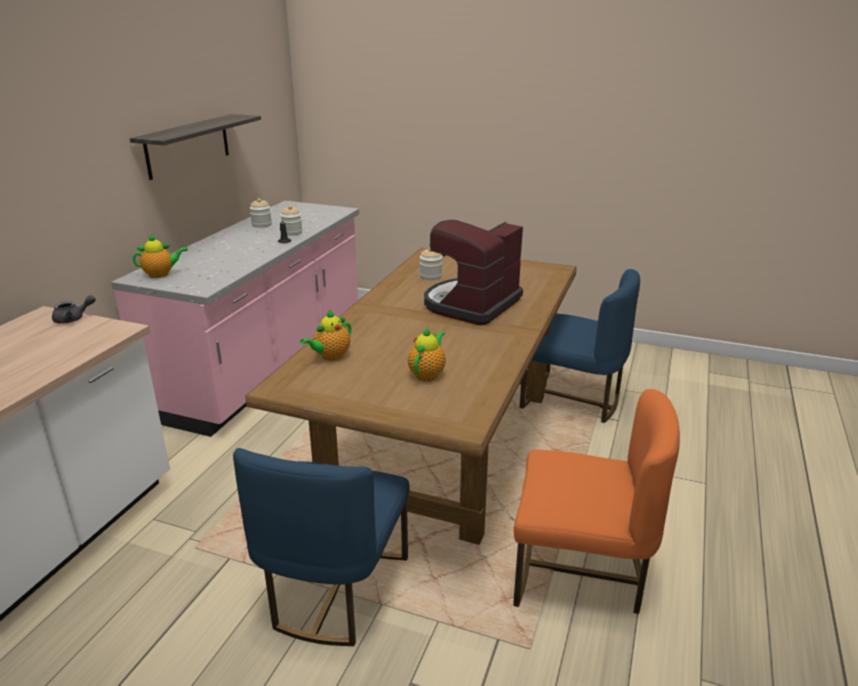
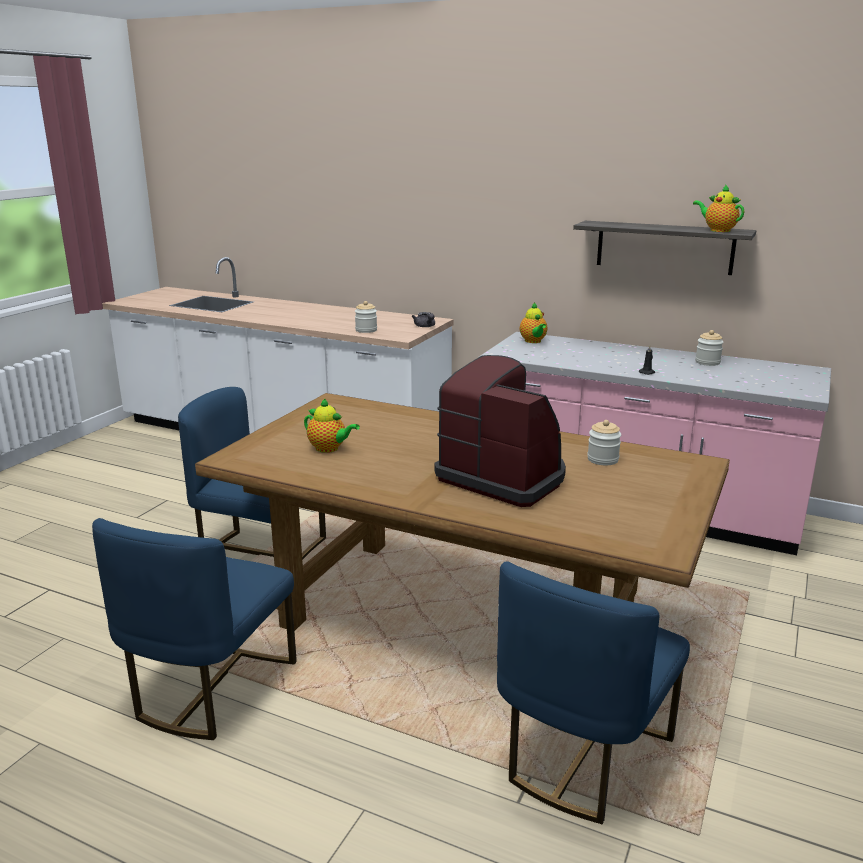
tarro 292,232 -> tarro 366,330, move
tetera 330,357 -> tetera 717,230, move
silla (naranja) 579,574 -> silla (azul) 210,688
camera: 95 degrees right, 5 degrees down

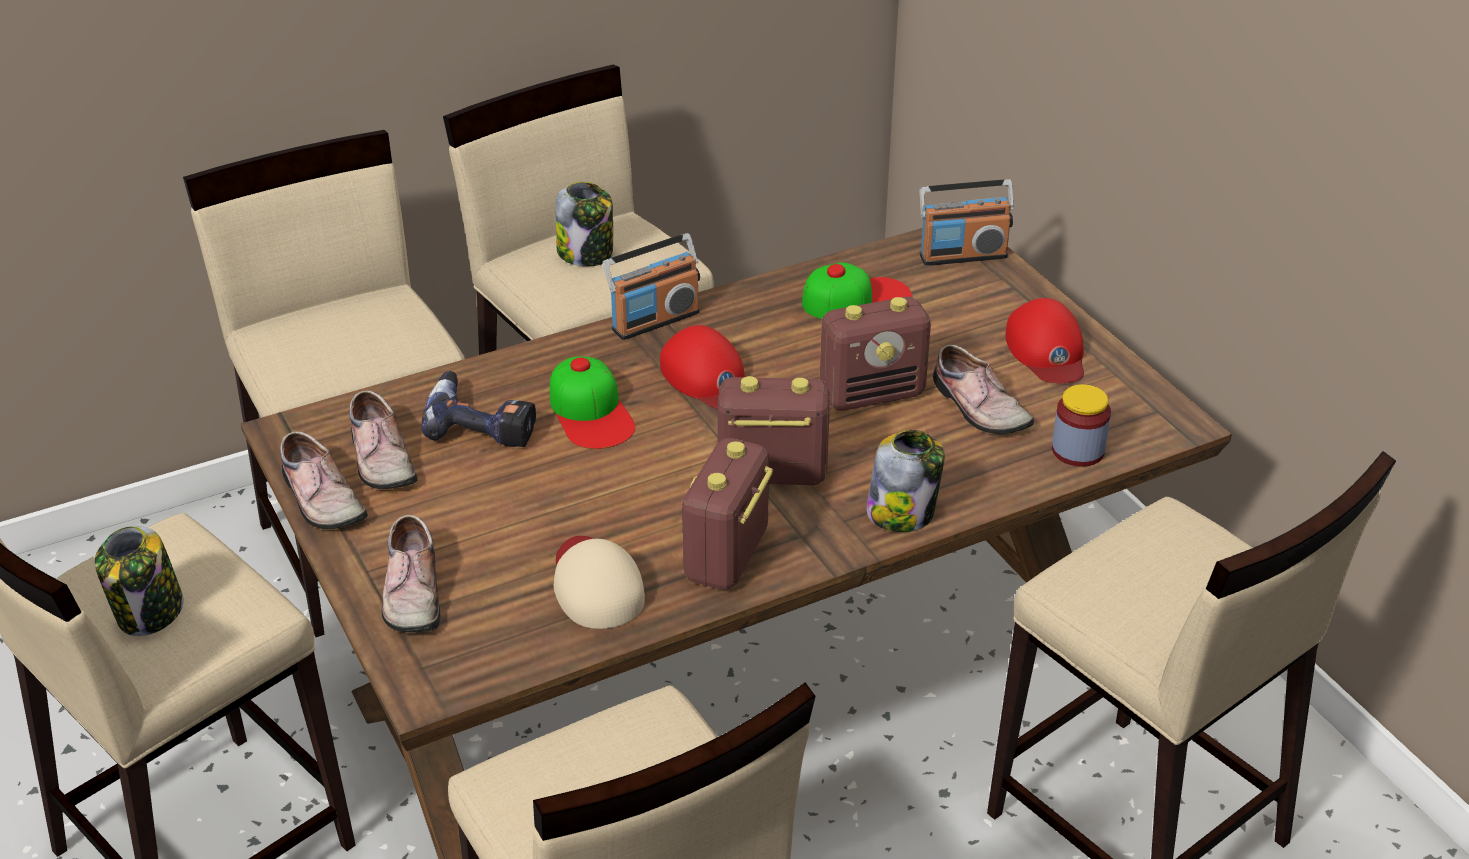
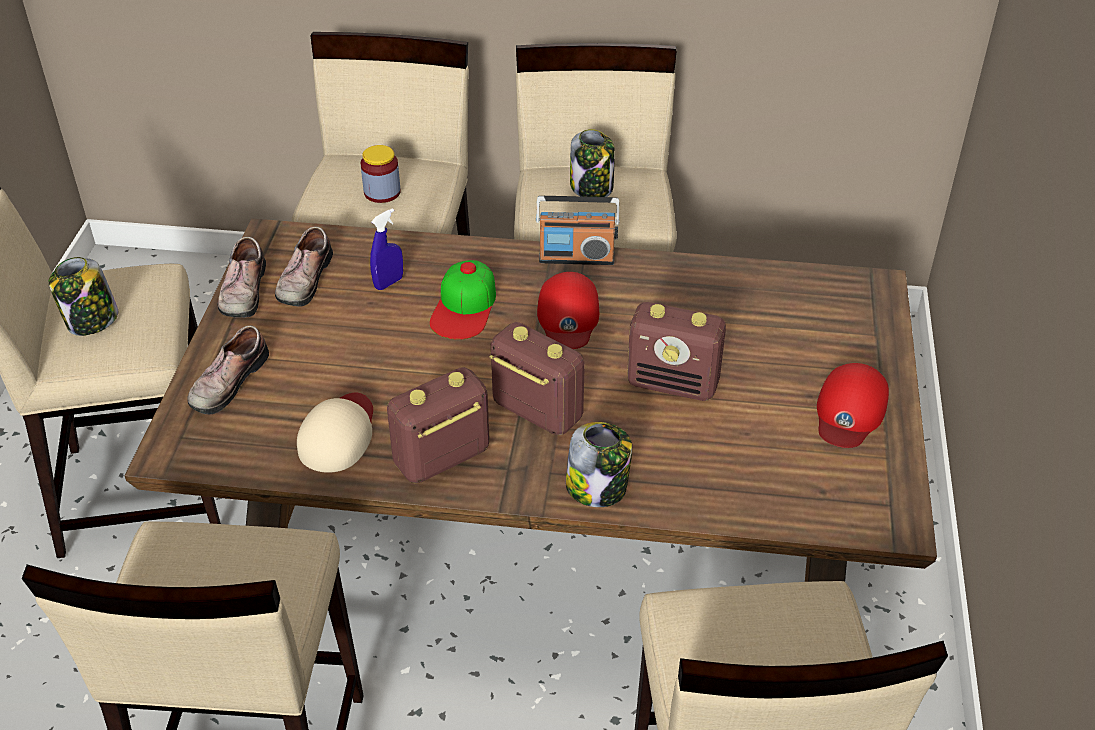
gorra 856,299 -> none
radio 962,255 -> none
zapato 977,407 -> none
tarro 1078,450 -> tarro 382,192, move
taladro 482,423 -> pulverizador (azul) 388,283
camera: 35 degrees right, 5 degrees up

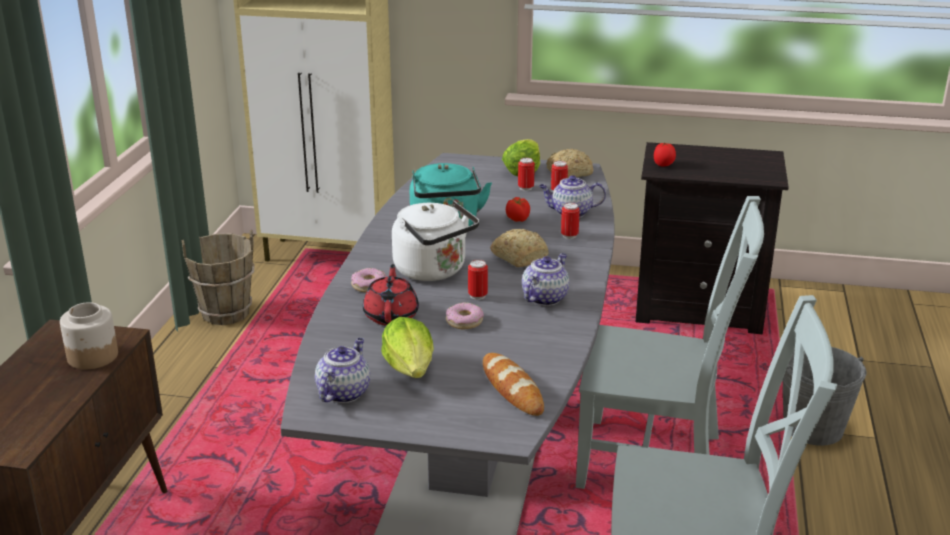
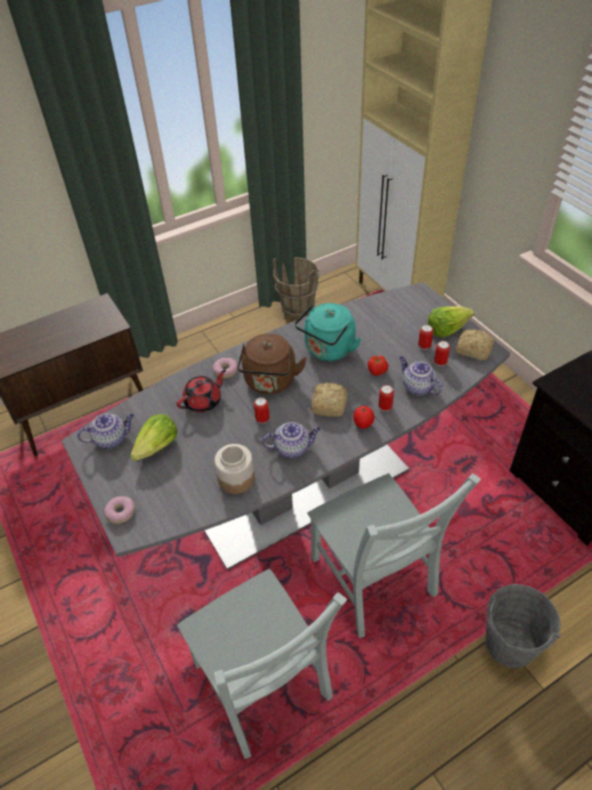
pan 512,388 -> none
tarro 92,356 -> tarro 236,478, move
rosquilla 464,321 -> rosquilla 120,512, move
tomate 663,165 -> tomate 363,424, move
hervidor (blanco) 433,271 -> hervidor (marrón) 270,382
camera: 50 degrees right, 20 degrees up

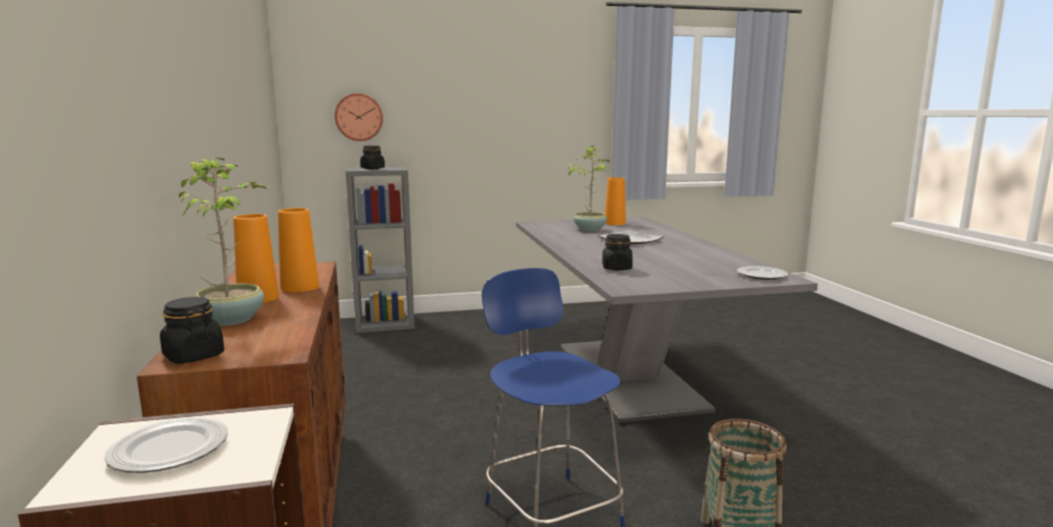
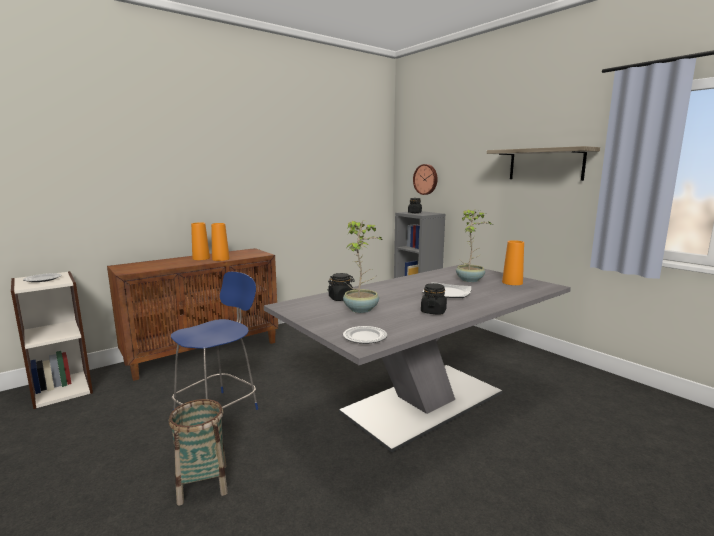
none -> estante 545,164
tarro (negro) 193,356 -> tarro (negro) 433,311, move
planta en maceta 232,319 -> planta en maceta 362,309, move
camera: 65 degrees right, 0 degrees up

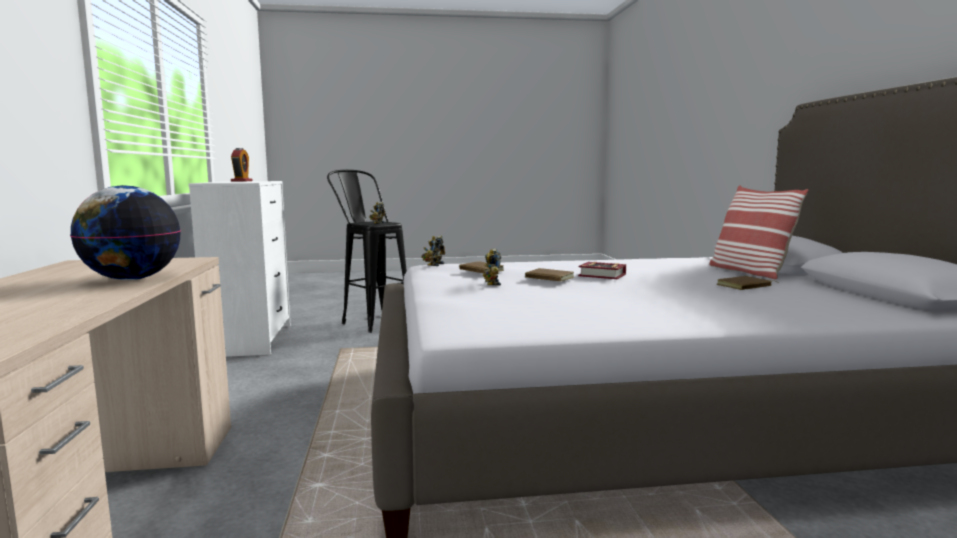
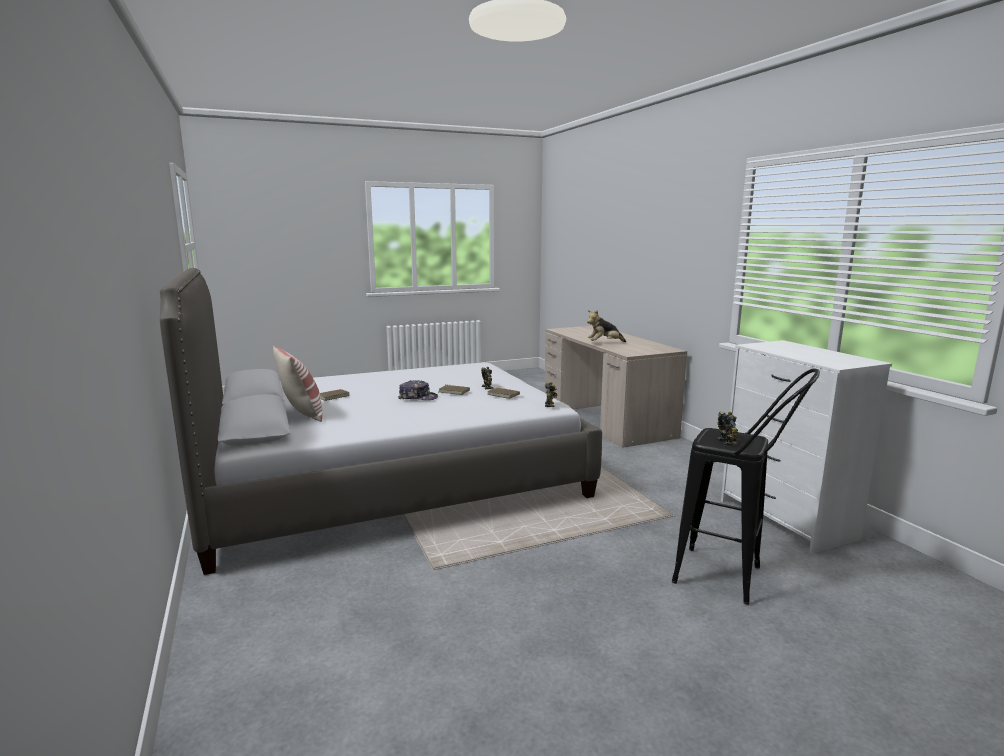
despertador 241,181 -> none
globo terráqueo 132,279 -> peluche 604,343
libro 603,276 -> gorra 418,397
camera: 165 degrees right, 5 degrees up

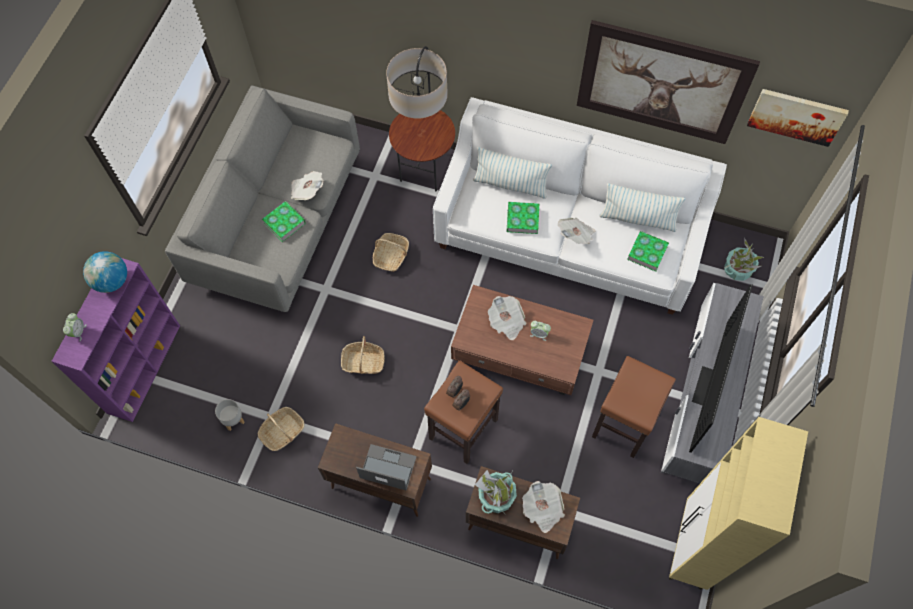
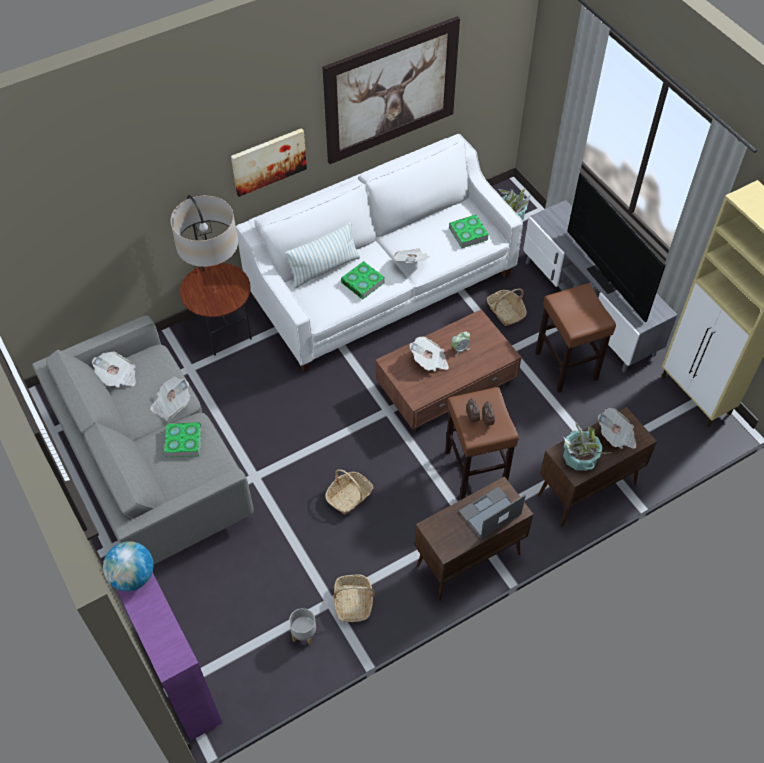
despertador 78,332 -> none
cojín 638,219 -> none
none -> periódico 117,377
cesta 391,256 -> cesta 505,312, move
cuadro 796,116 -> cuadro 268,161, move
camera: 50 degrees left, 10 degrees down

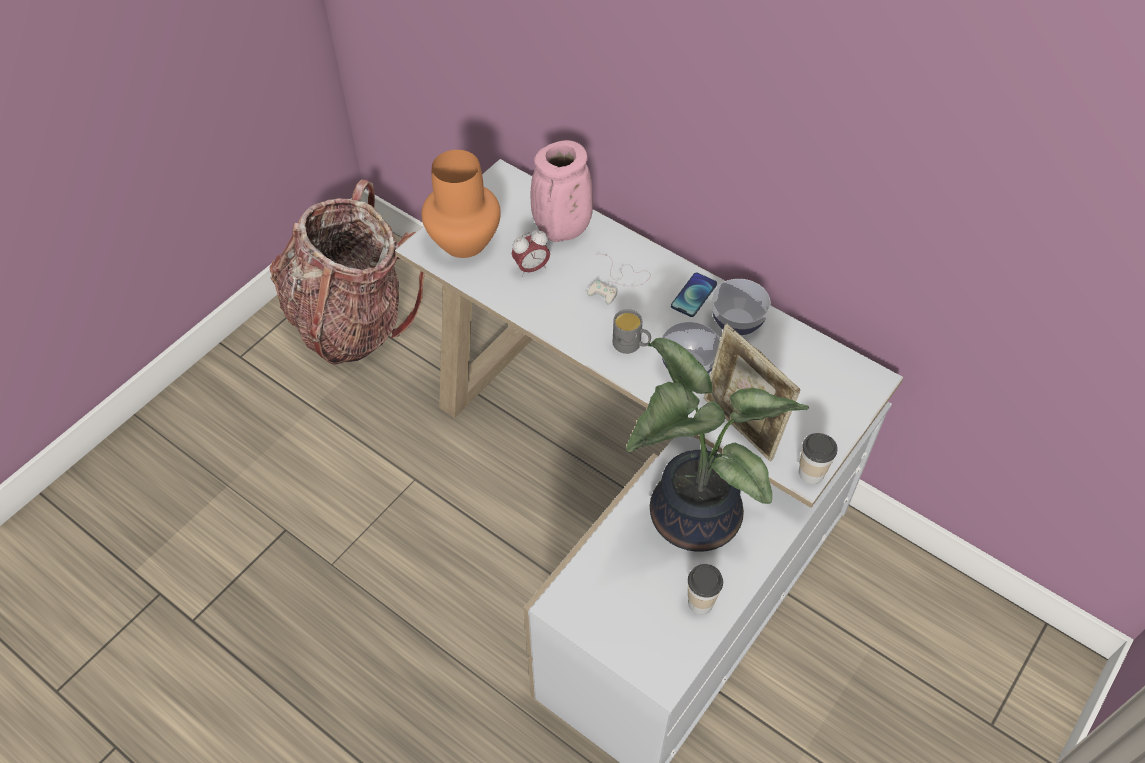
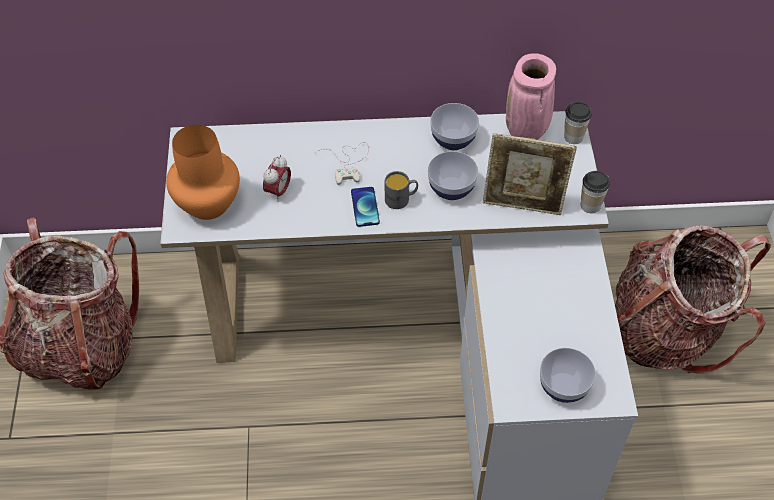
planta en maceta 688,514 -> none
none -> cuenco 563,387
none -> mochila 667,330
florero (rosa) 562,232 -> florero (rosa) 526,133, move
móvil 693,295 -> móvil 365,207, move
taza 700,601 -> taza 573,137, move
camera: 40 degrees left, 0 degrees up

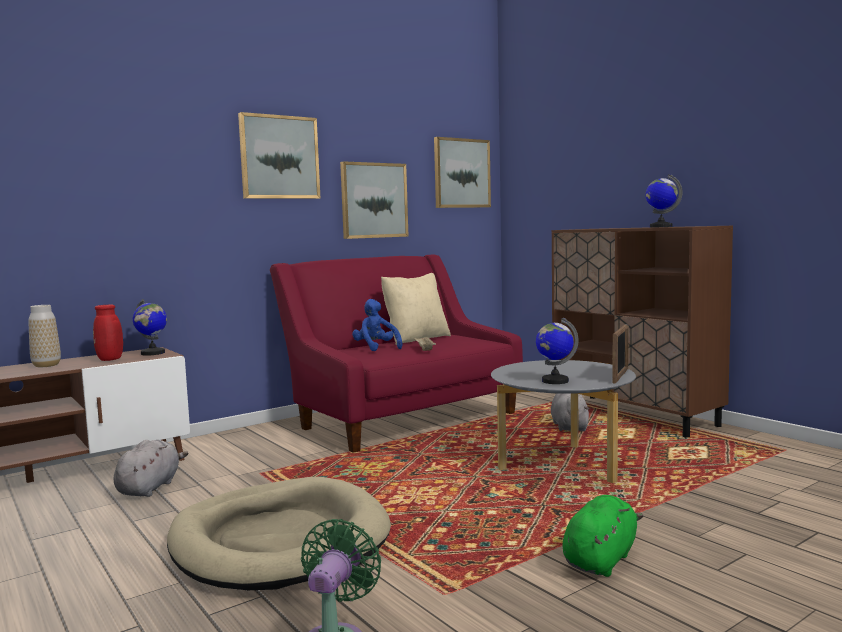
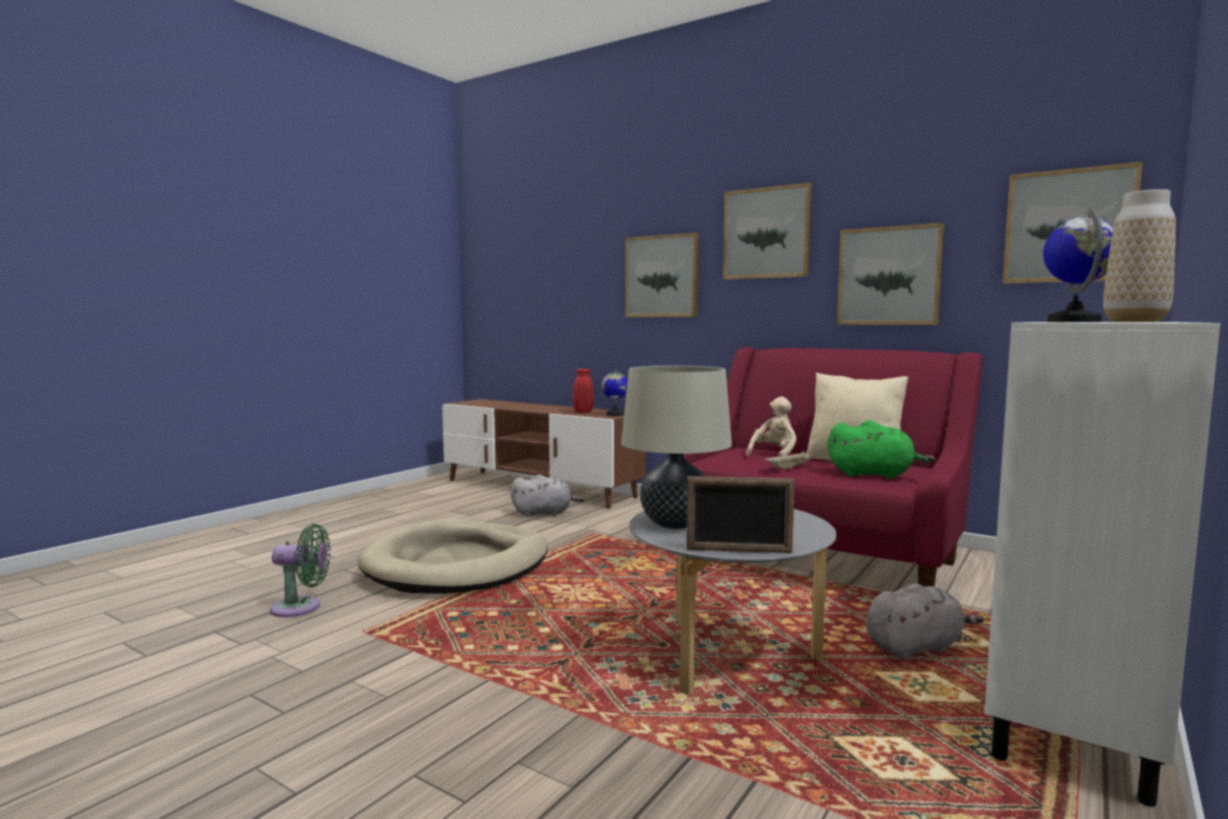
none -> cuadro 662,276
florero 46,365 -> florero 1135,321, move
peluche (verde) 601,560 -> peluche (verde) 874,475, move
globo terráqueo 554,381 -> lámpara de mesa (beis) 675,524
peluche (azul) 376,348 -> peluche (beis) 774,455
armario (marrón) 635,415 -> armario (blanco) 1073,700
camera: 70 degrees right, 0 degrees up

